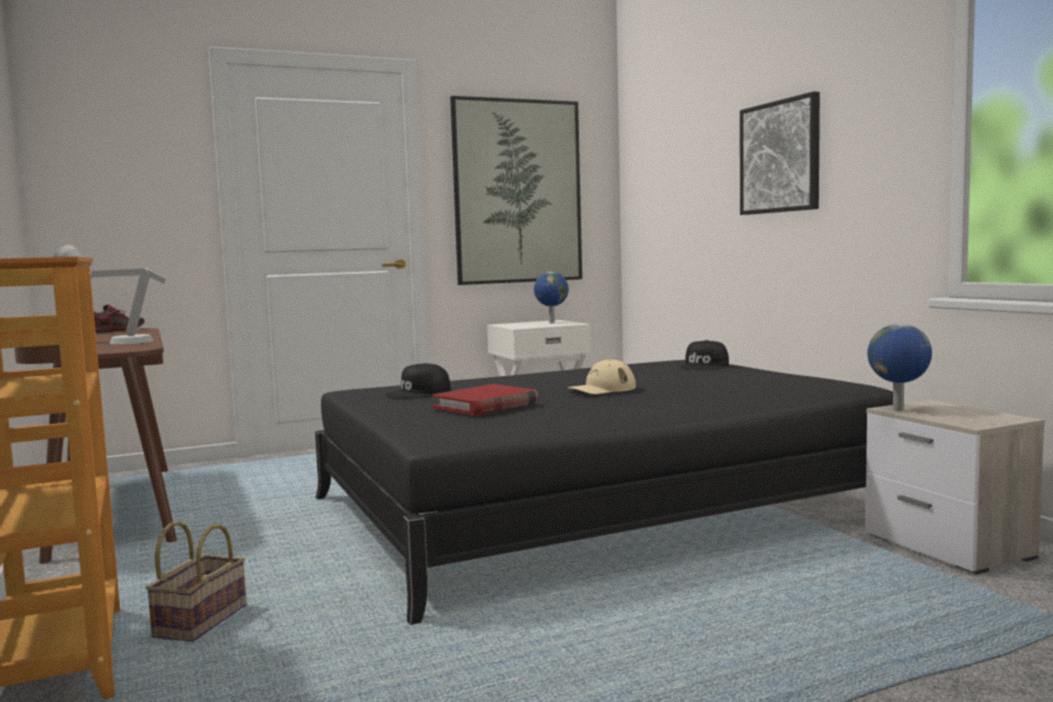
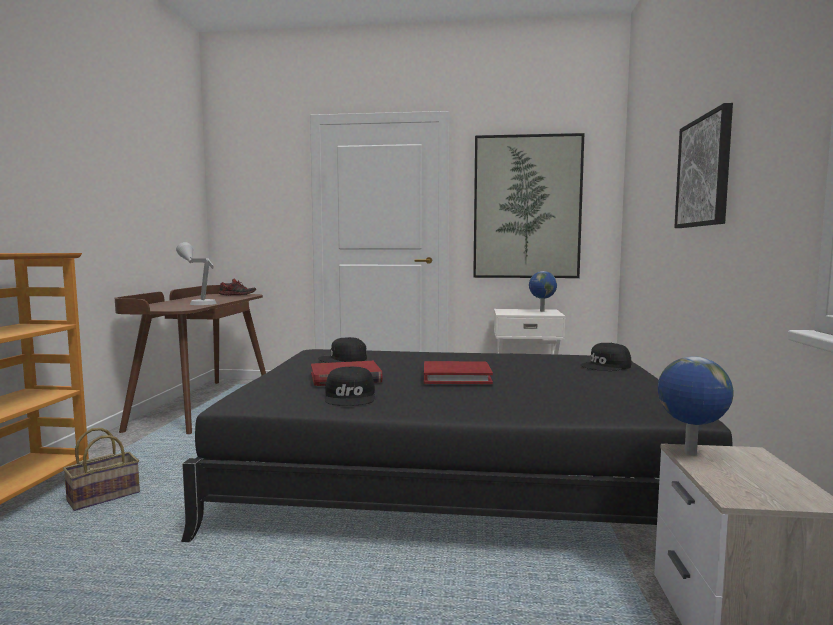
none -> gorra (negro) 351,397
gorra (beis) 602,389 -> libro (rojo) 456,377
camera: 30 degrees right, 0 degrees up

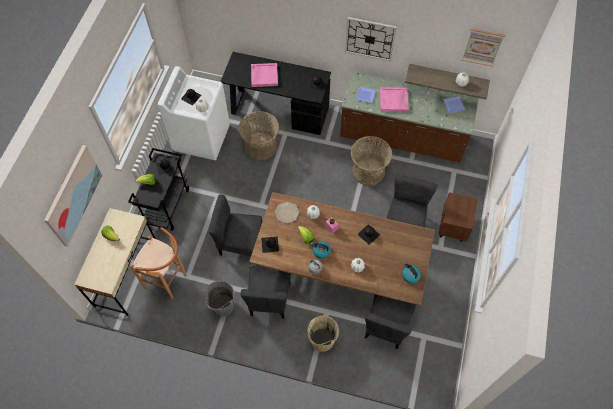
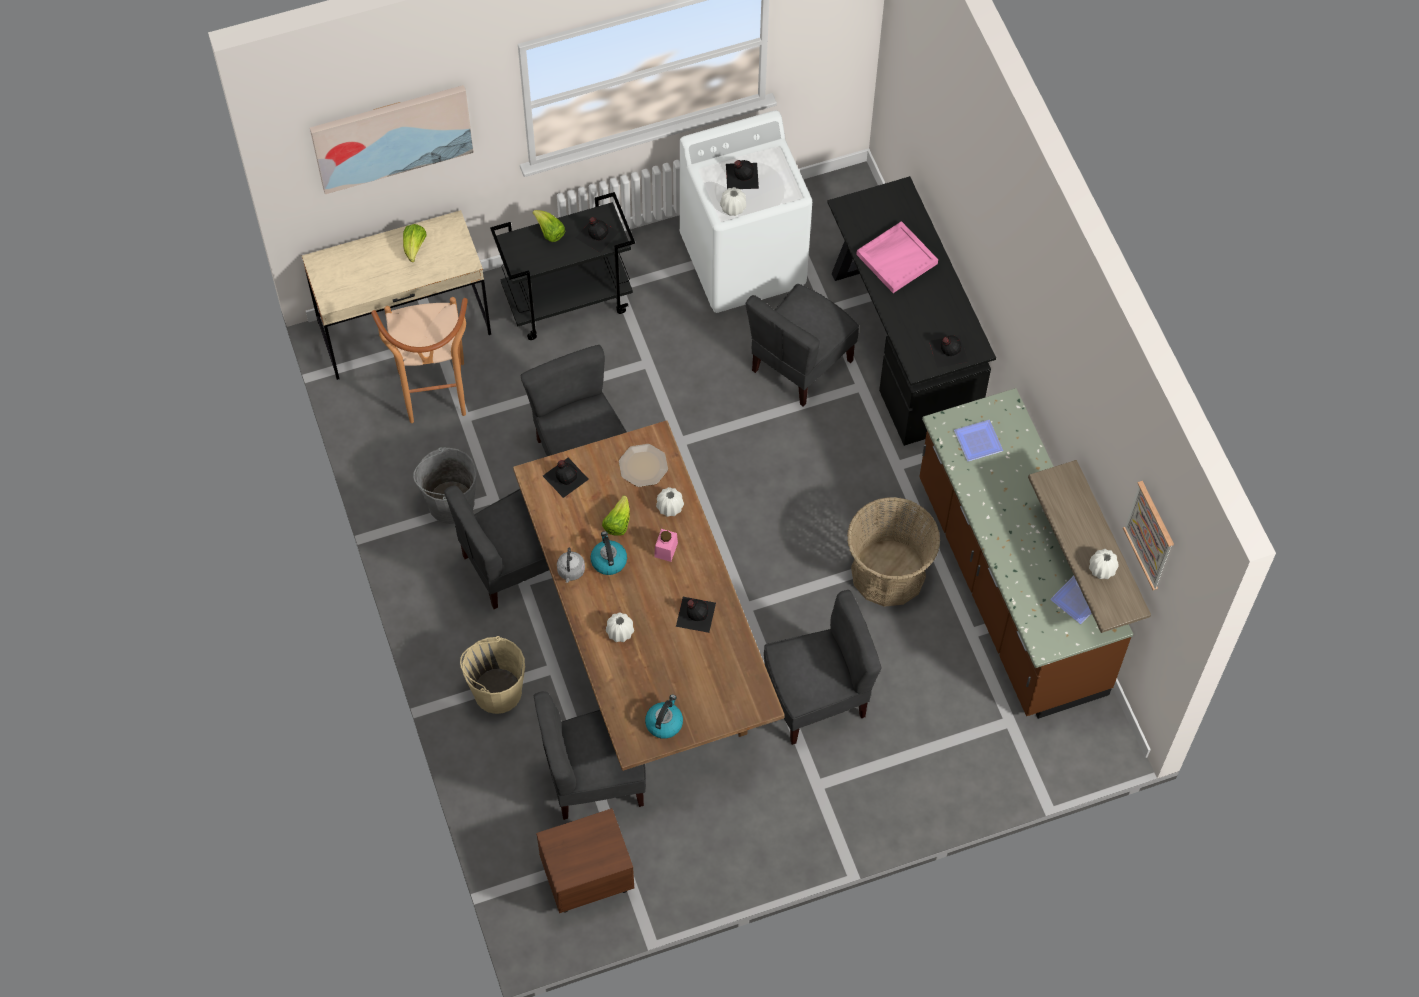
reloj de pared 370,39 -> none
bandeja (rosa) 394,100 -> none
mesita de noche (marrón) 453,227 -> mesita de noche (marrón) 586,878, move
cesta 261,146 -> silla (gris) 800,365
camera: 55 degrees right, 0 degrees up

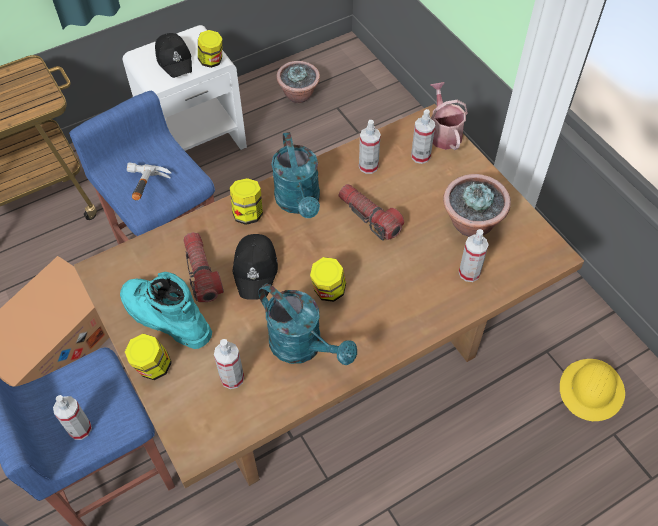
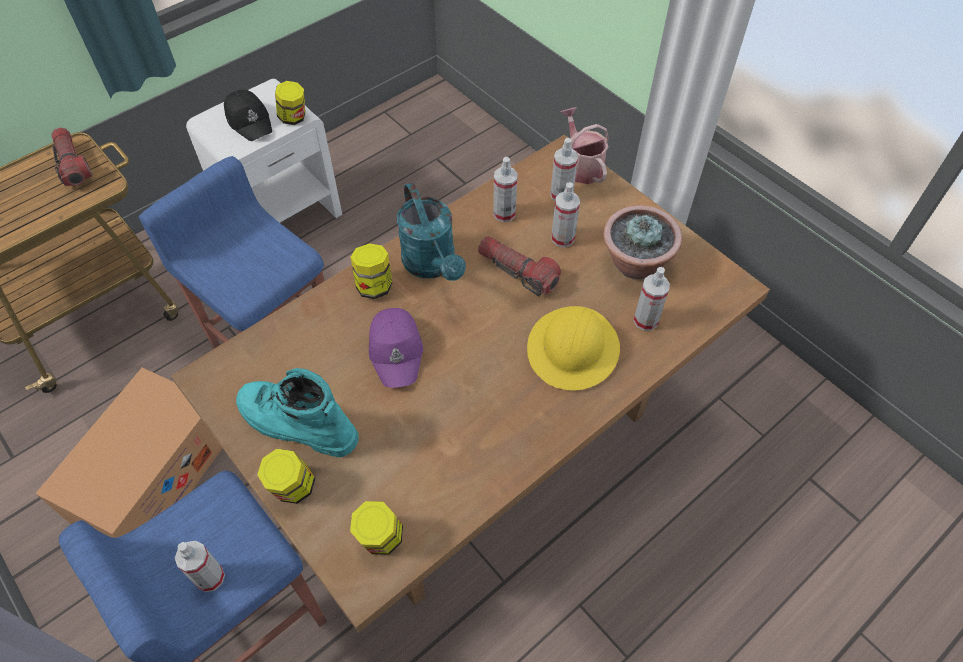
martillo 142,196 -> none
regadera (turquesa) 303,347 -> none
planta en maceta 299,95 -> none
linterna 202,273 -> linterna 73,164, move
pulverizador 232,378 -> pulverizador 562,238, move
tarro 328,291 -> tarro 380,538, move
casco (amarillo) 591,390 -> casco (amarillo) 573,349, move
gorra (negro) 256,269 -> gorra (morado) 397,350
camera: 10 degrees left, 0 degrees up

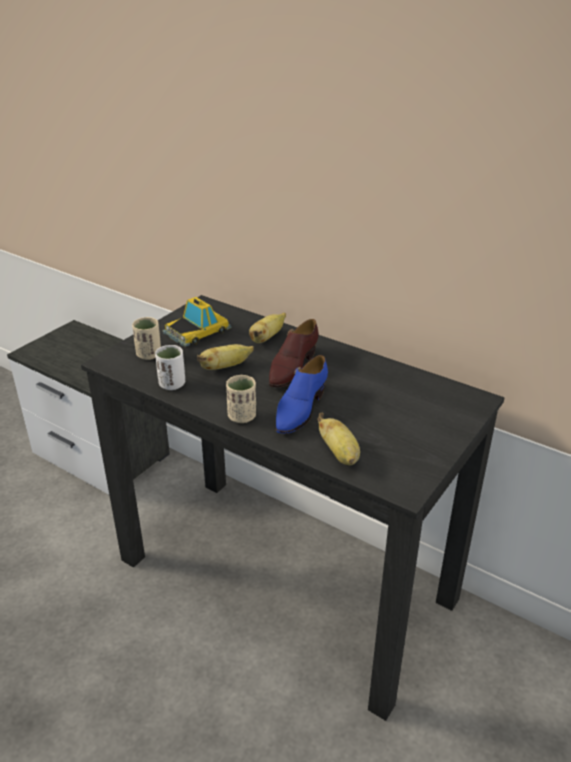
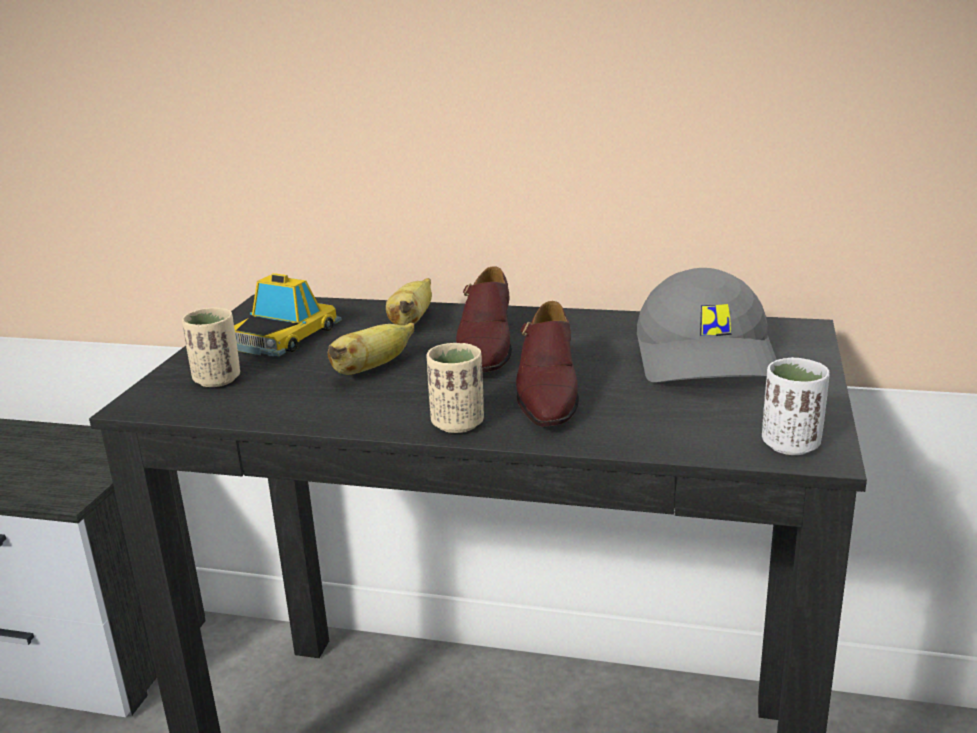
plátano 340,454 -> none
none -> gorra (gris) 708,359
taza (blanco) 172,384 -> taza (blanco) 791,445, move
zapato (azul) 300,409 -> zapato (marrón) 547,393
camera: 20 degrees left, 10 degrees down

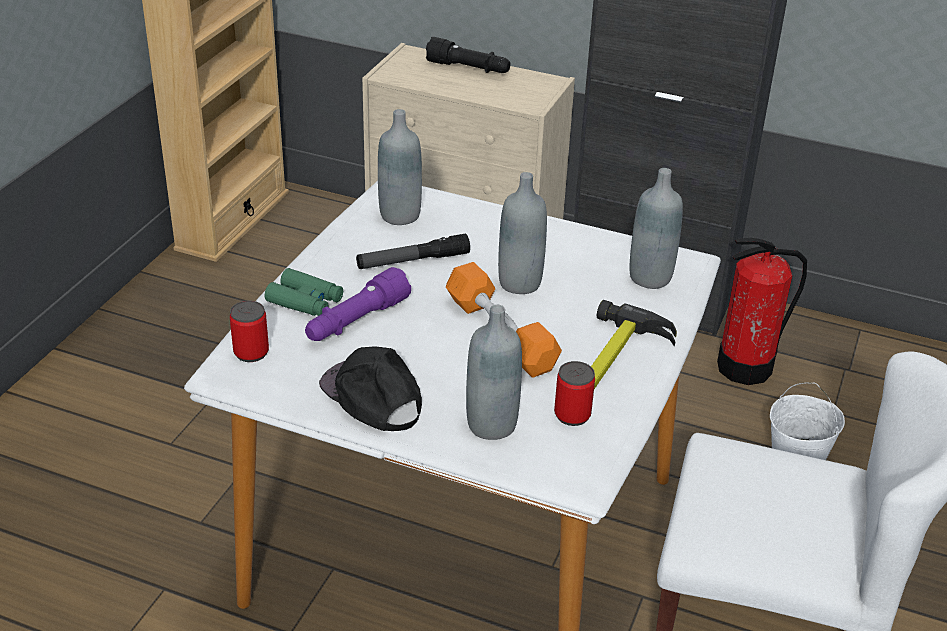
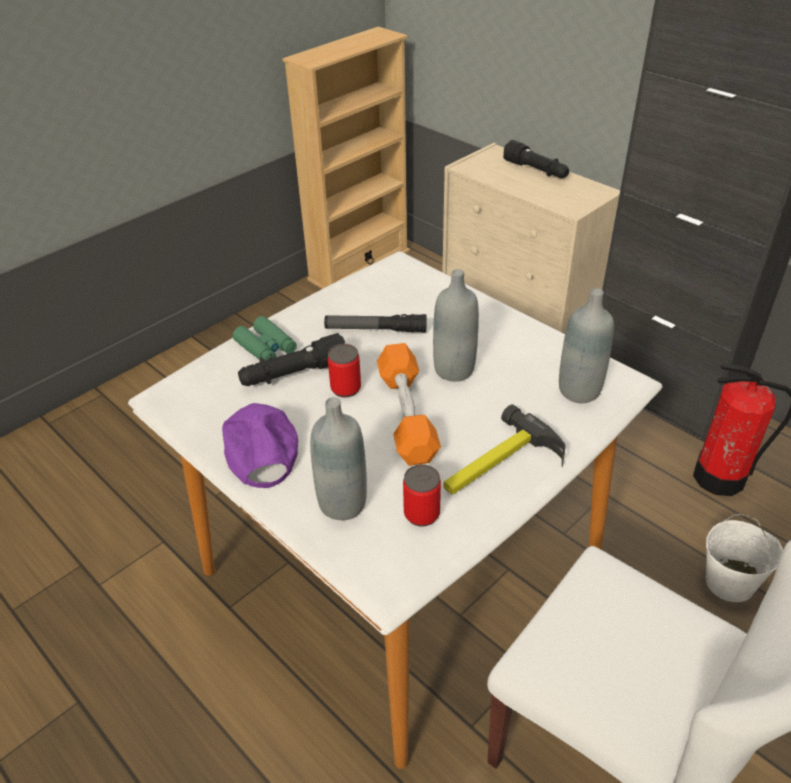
botella (gris) 400,215 -> none
lata 251,352 -> lata 346,388, move
linterna (morado) 356,321 -> linterna (negro) 294,374
gorra (negro) 372,397 -> gorra (morado) 260,449
camera: 25 degrees right, 5 degrees up

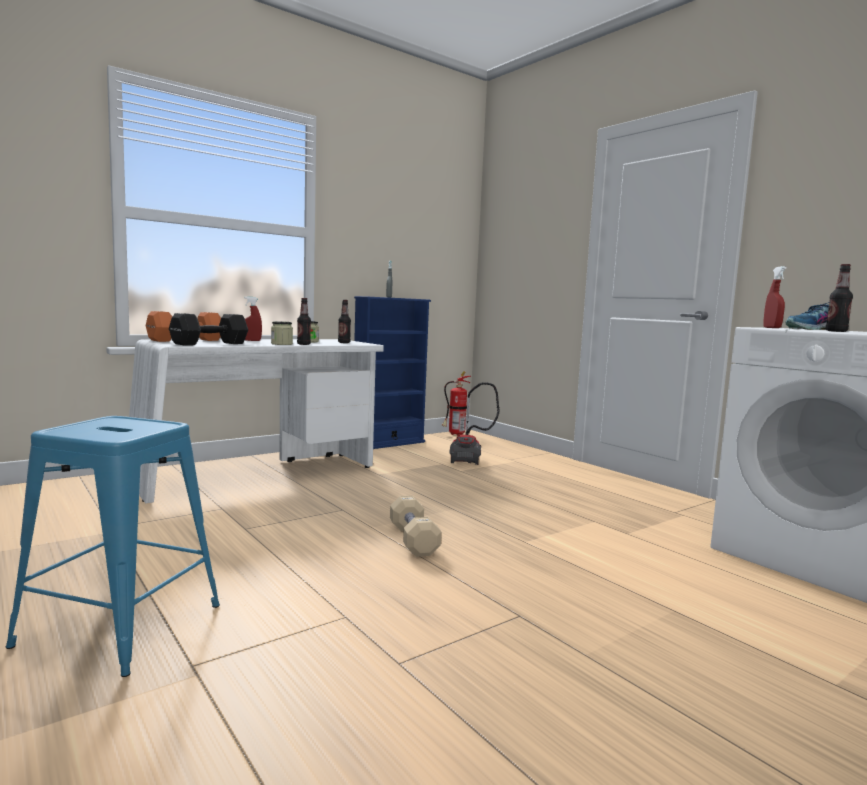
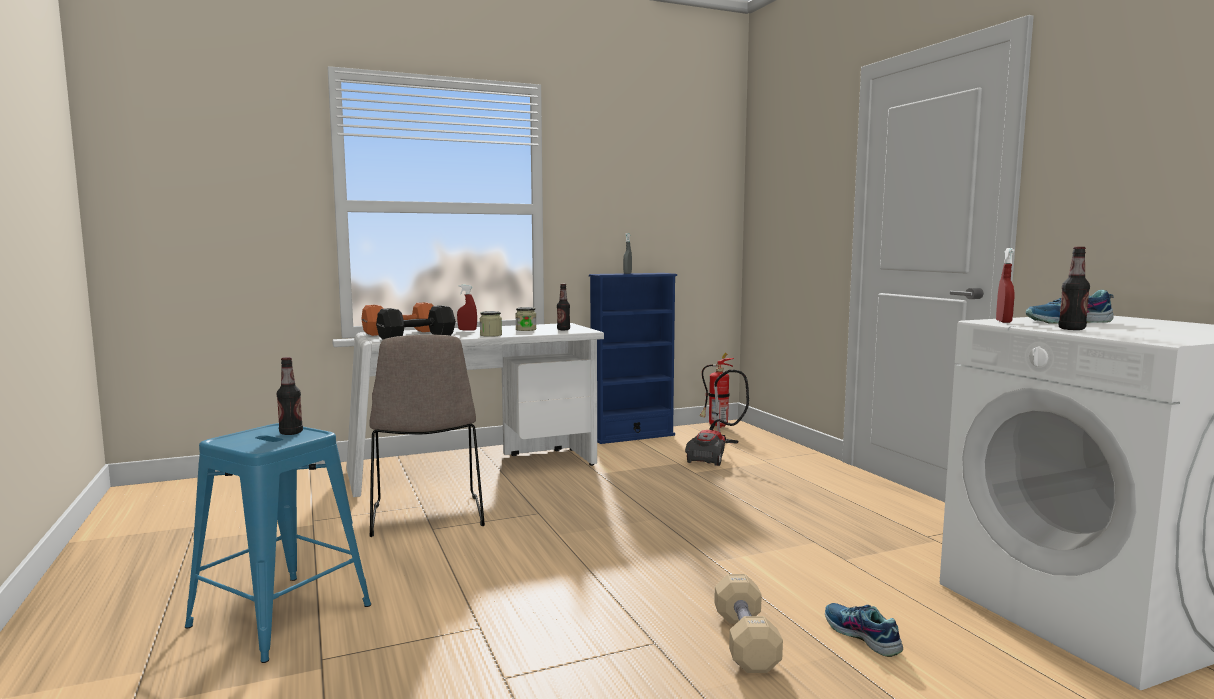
none -> silla (beis) 427,517
none -> zapato 861,636
botella 303,344 -> botella 291,433, move
mancuerna (beis) 413,540 -> mancuerna (beis) 745,641, move
camera: 15 degrees right, 0 degrees up

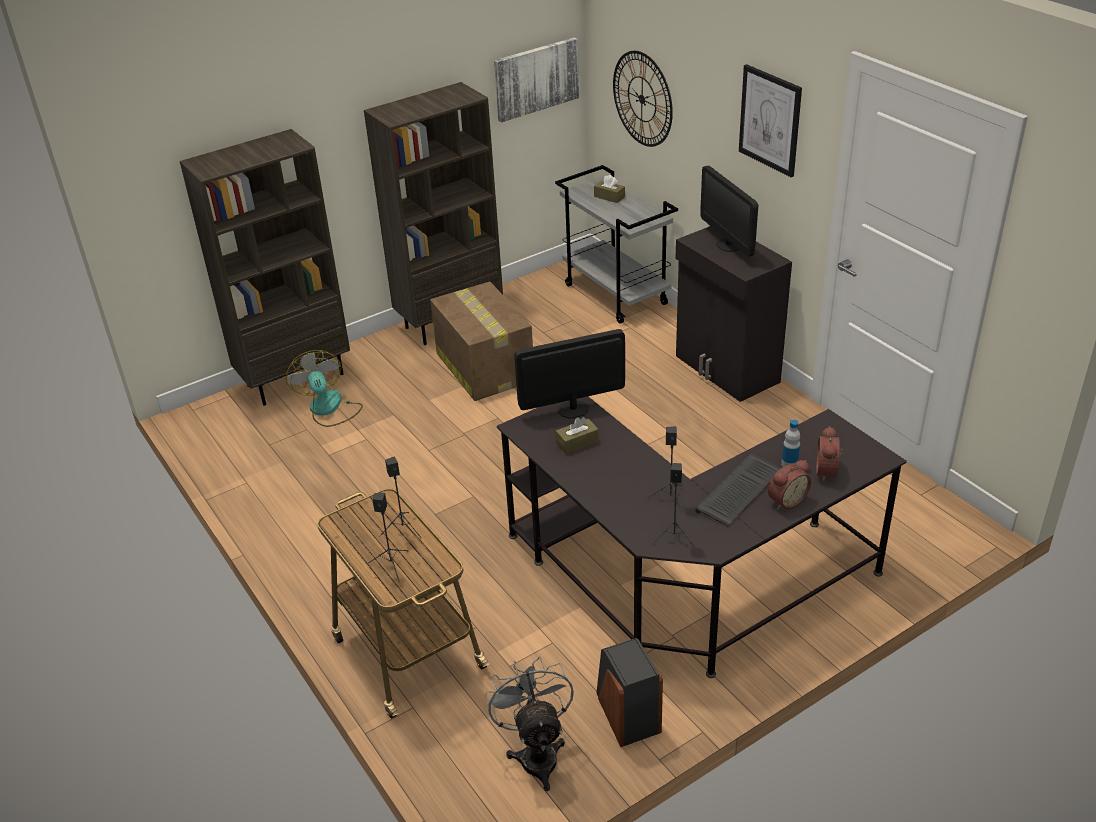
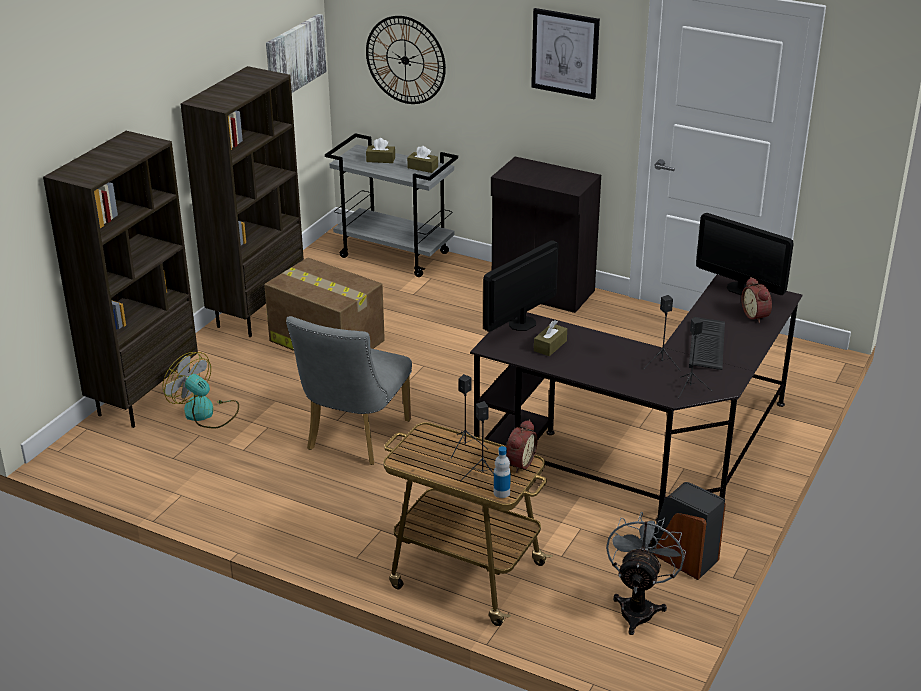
none -> silla (gris) 354,439
none -> caja de pañuelos (marrón) 422,167
monitor 728,245 -> monitor 740,288, move
despertador 785,500 -> despertador 518,463, move
botella 789,464 -> botella 501,493, move
ventilador (gris) 536,753 -> ventilador (gris) 639,607, 60 degrees clockwise
camera: 30 degrees left, 5 degrees down

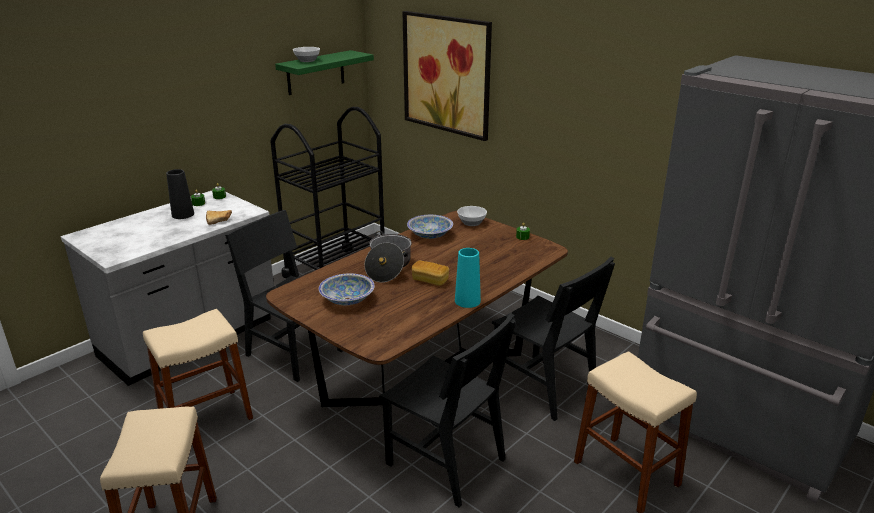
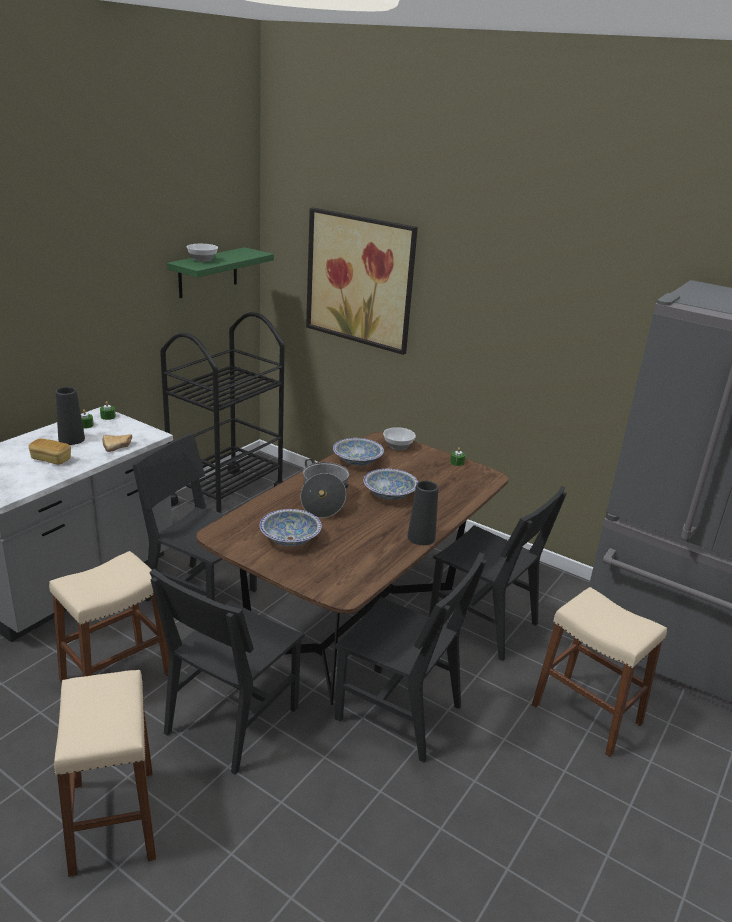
none -> silla (negro) 232,720
none -> cuenco 390,494
pan 430,280 -> pan 51,459, move
florero (turquesa) 467,301 -> florero (negro) 421,537
camera: 10 degrees left, 0 degrees up

